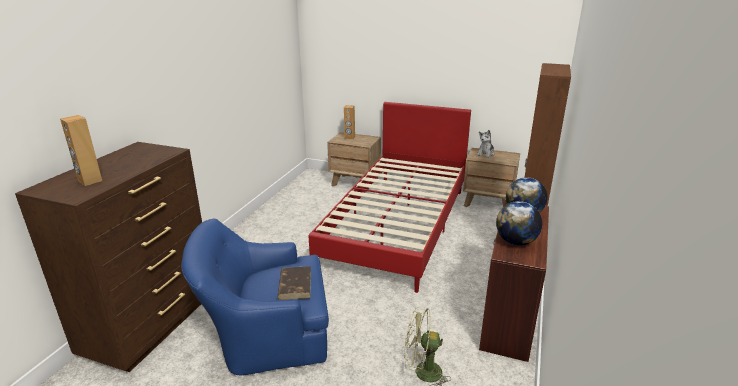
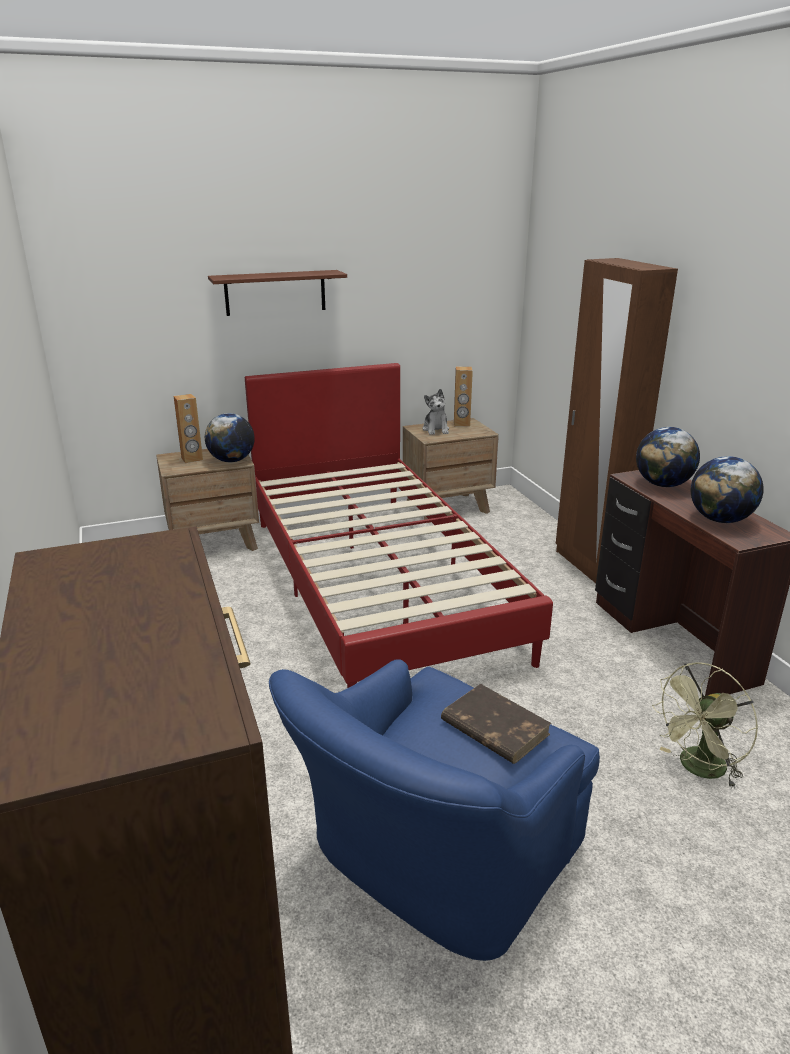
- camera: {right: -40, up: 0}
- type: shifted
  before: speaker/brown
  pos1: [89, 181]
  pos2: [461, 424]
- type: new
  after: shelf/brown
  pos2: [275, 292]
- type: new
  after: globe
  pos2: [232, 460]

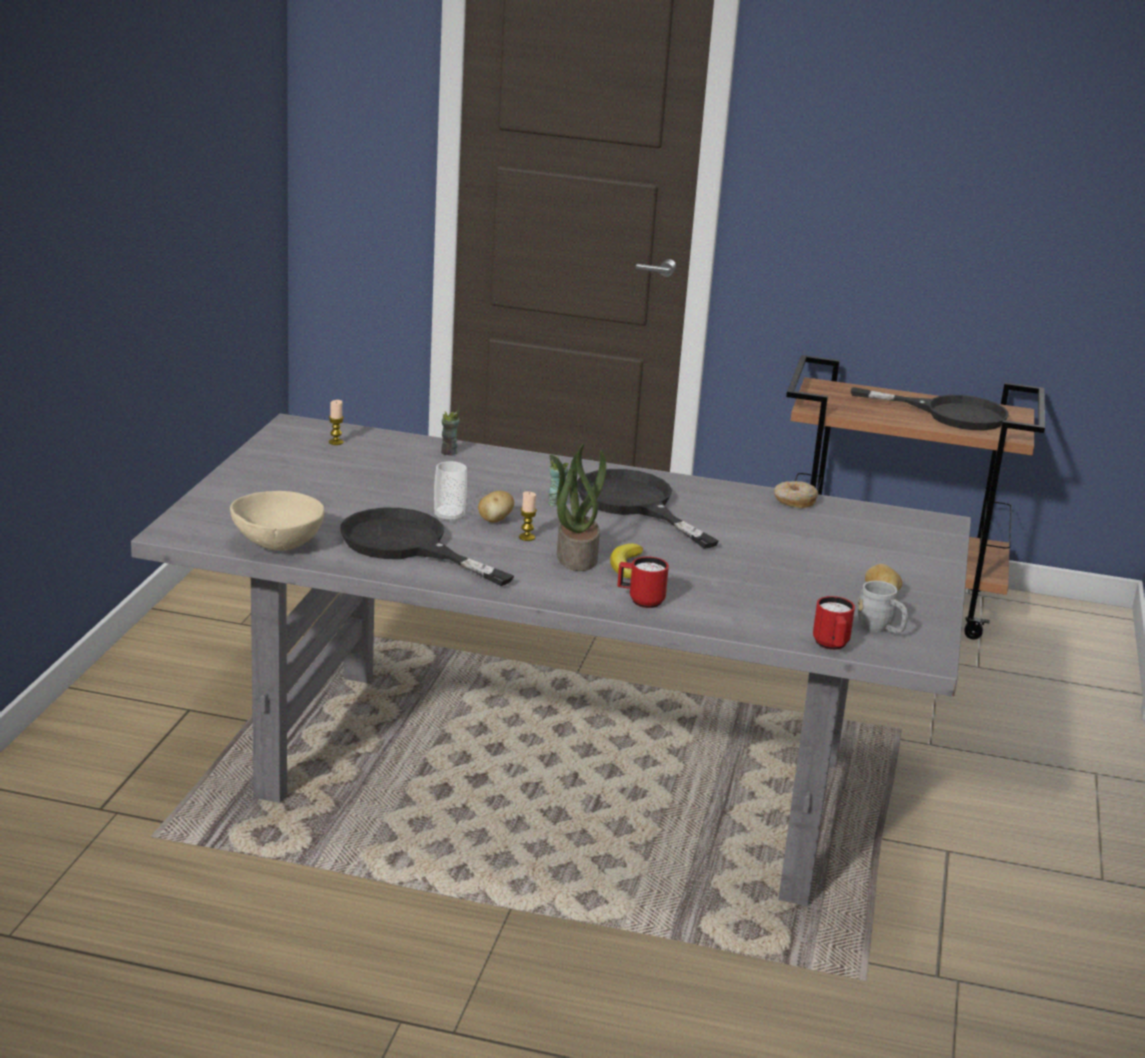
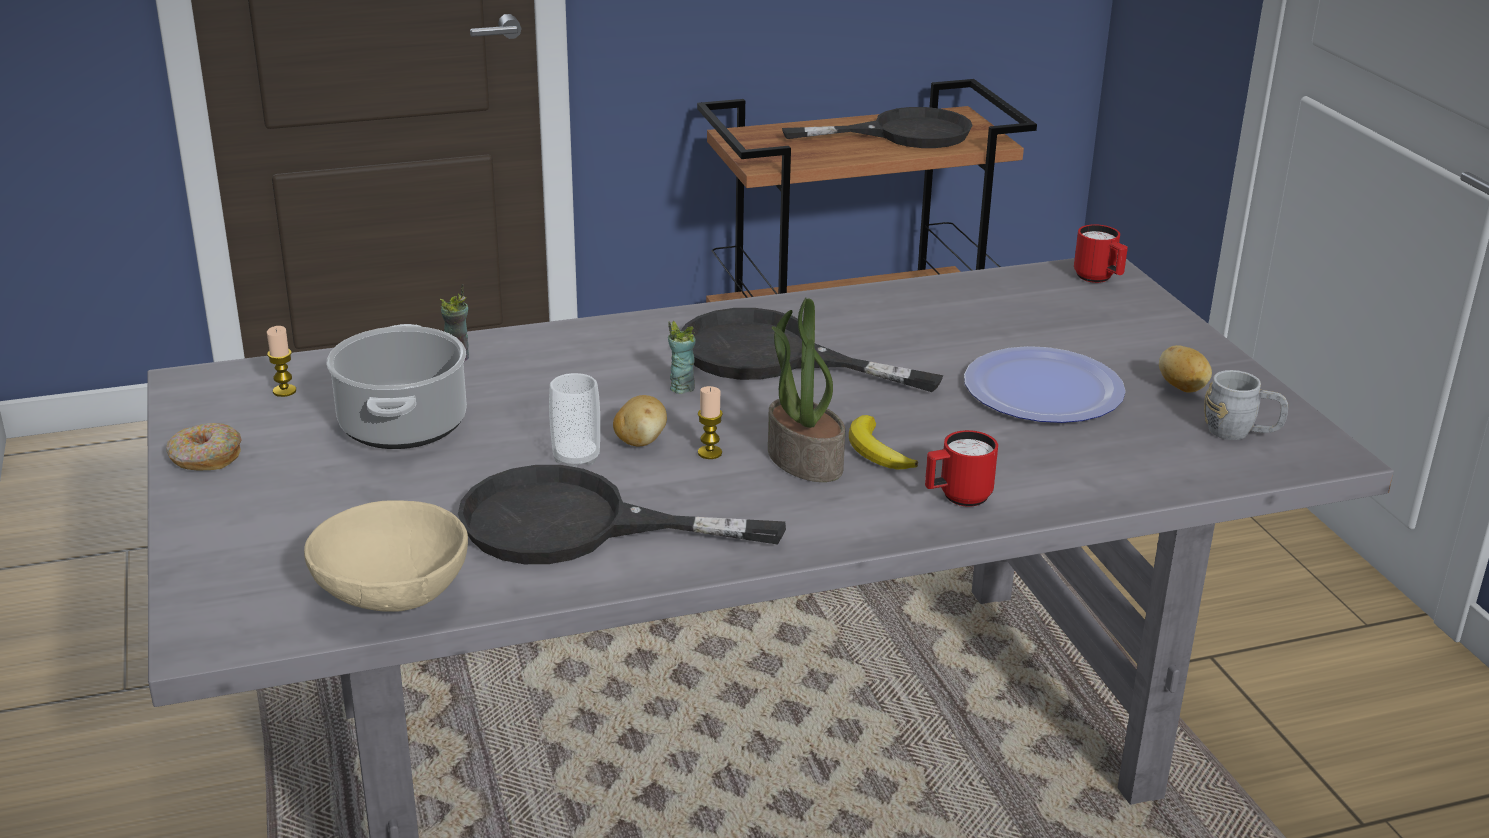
- camera: {right: -30, up: 5}
- type: shifted
  before: donut
  pos1: [794, 501]
  pos2: [205, 458]
- type: shifted
  before: mug/red
  pos1: [831, 646]
  pos2: [1098, 279]
- type: new
  after: cooking pot
  pos2: [404, 425]
- type: new
  after: plate
  pos2: [1043, 389]

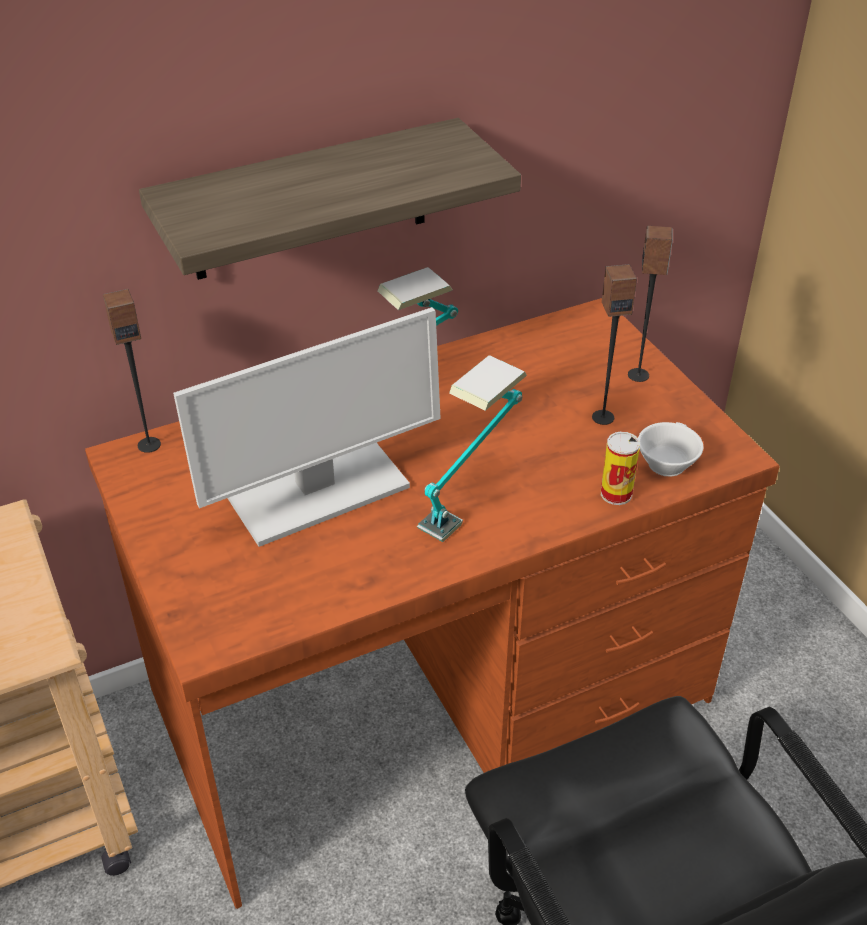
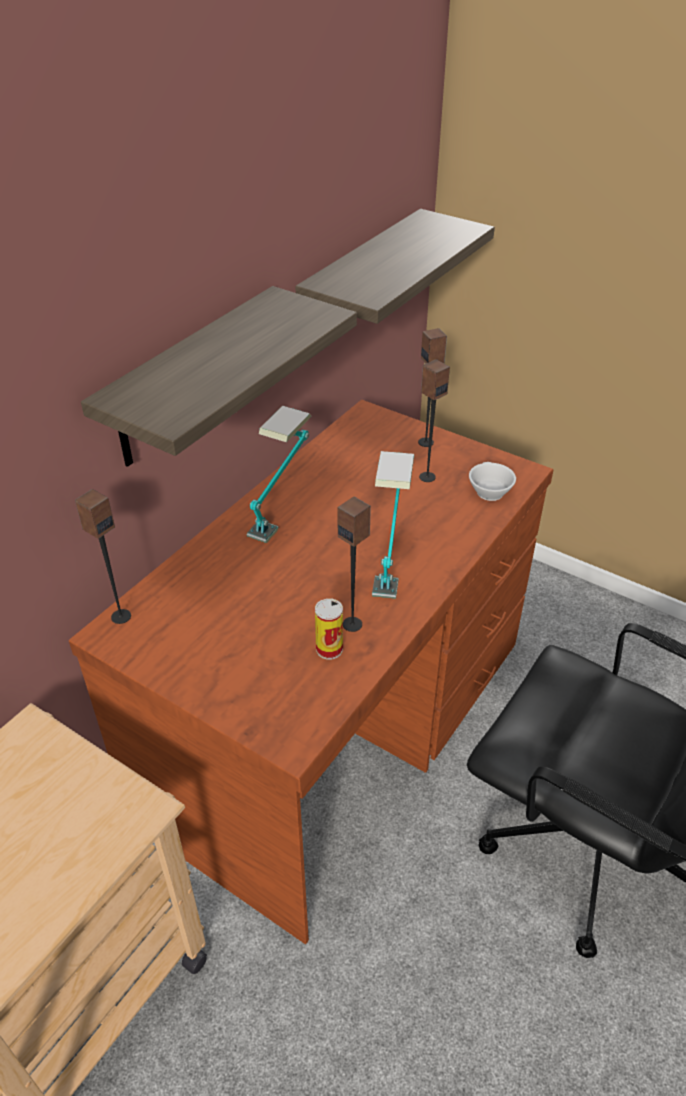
- camera: {right: -30, up: 0}
- type: gone
  before: monitor
  pos1: [317, 493]
- type: shifted
  before: can
  pos1: [616, 494]
  pos2: [329, 649]
- type: new
  after: shelf
  pos2: [362, 279]
- type: new
  after: speaker
  pos2: [352, 624]

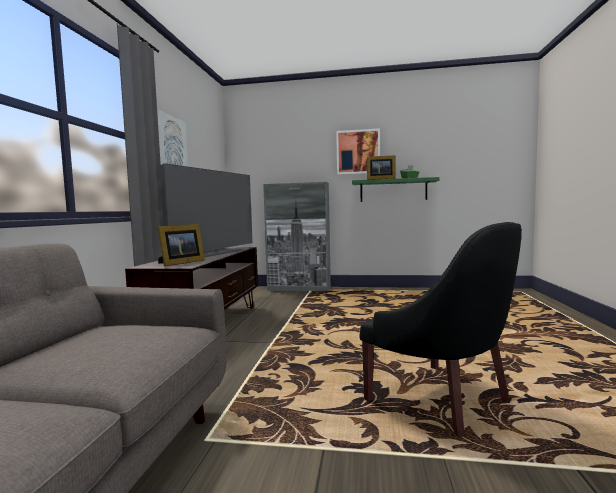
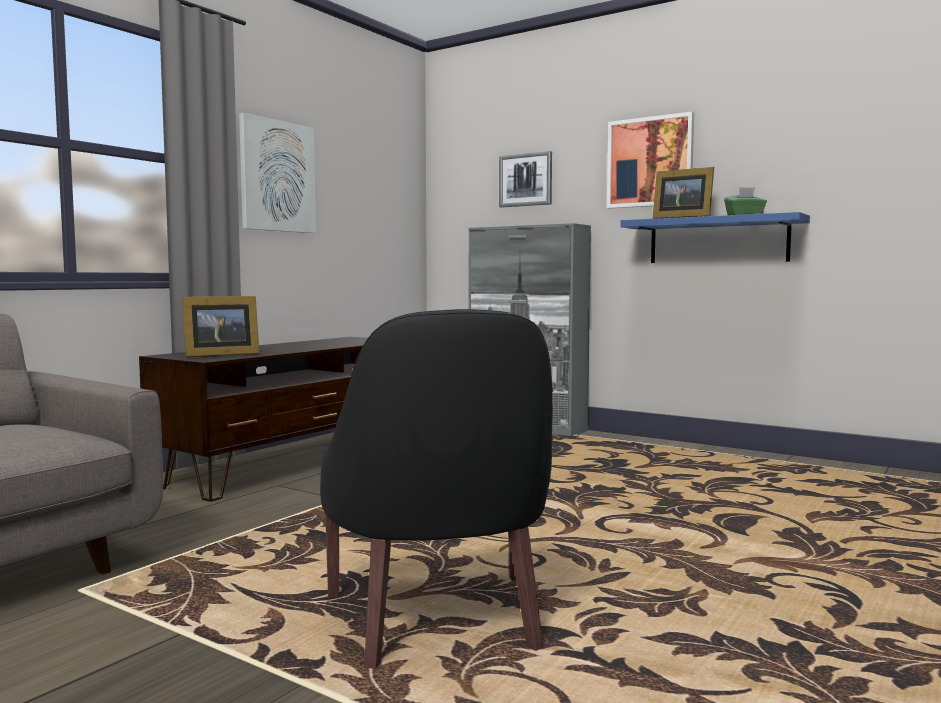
- camera: {right: 25, up: 0}
- type: gone
  before: television
  pos1: [212, 253]
- type: repainted
  before: shelf/green
  after: shelf/blue
  pos1: [393, 190]
  pos2: [717, 240]
- type: new
  after: picture
  pos2: [525, 180]

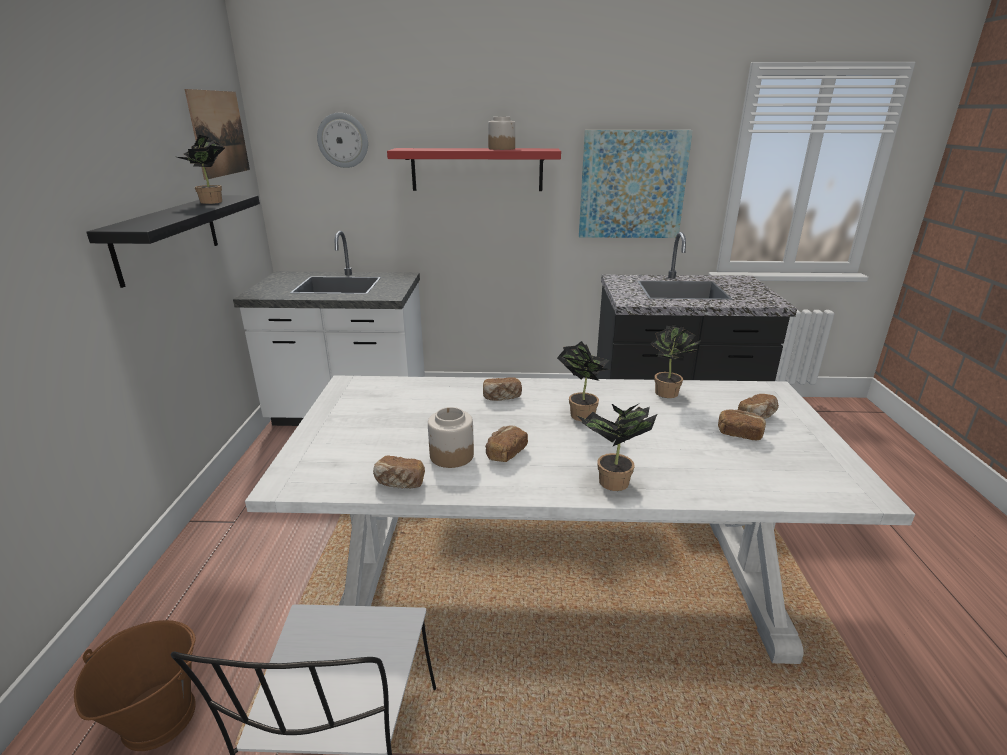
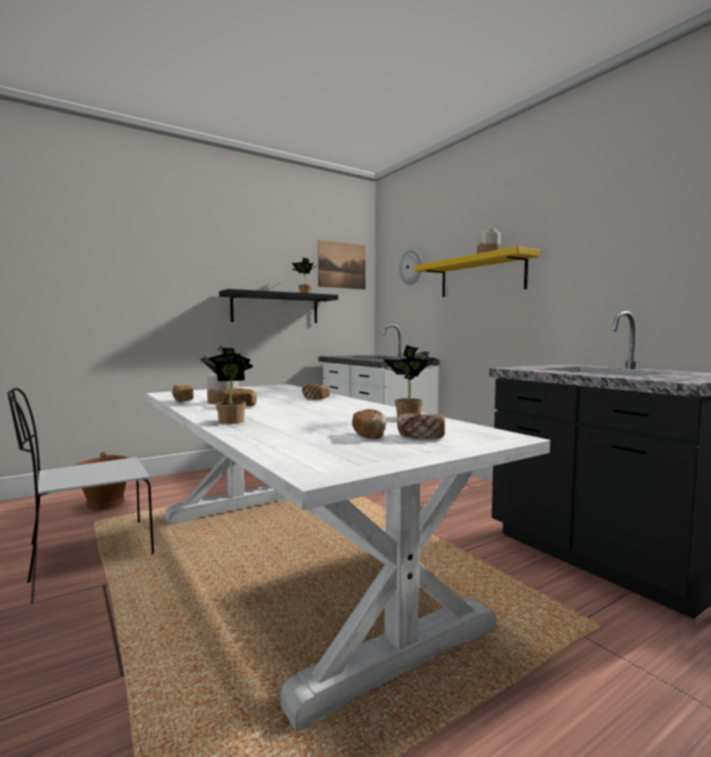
- camera: {right: 55, up: -20}
- type: gone
  before: picture
  pos1: [632, 185]
- type: repainted
  before: shelf/red
  after: shelf/yellow
  pos1: [477, 169]
  pos2: [481, 276]
- type: gone
  before: potted plant
  pos1: [580, 413]

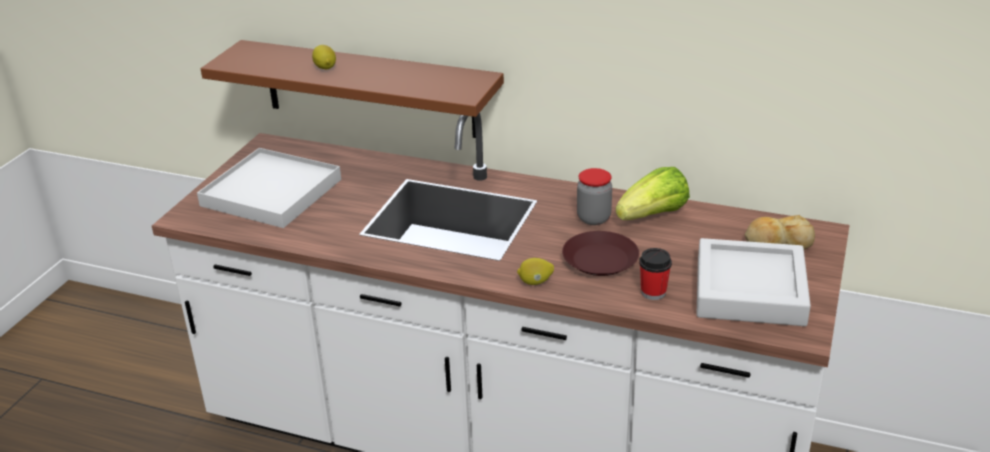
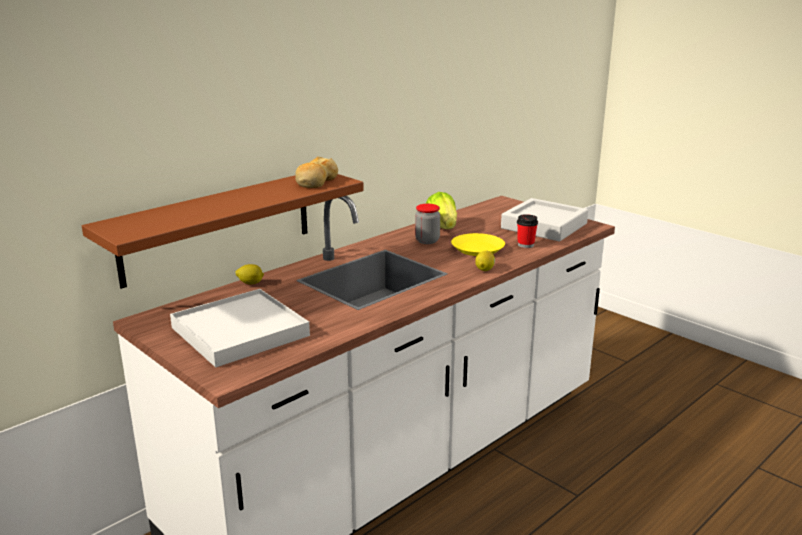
- camera: {right: -65, up: -10}
- type: shifted
  before: lemon
  pos1: [325, 67]
  pos2: [250, 283]
- type: shifted
  before: bread
  pos1: [777, 243]
  pos2: [316, 181]
- type: repainted
  before: plate/brown
  after: plate/yellow
  pos1: [601, 260]
  pos2: [477, 249]

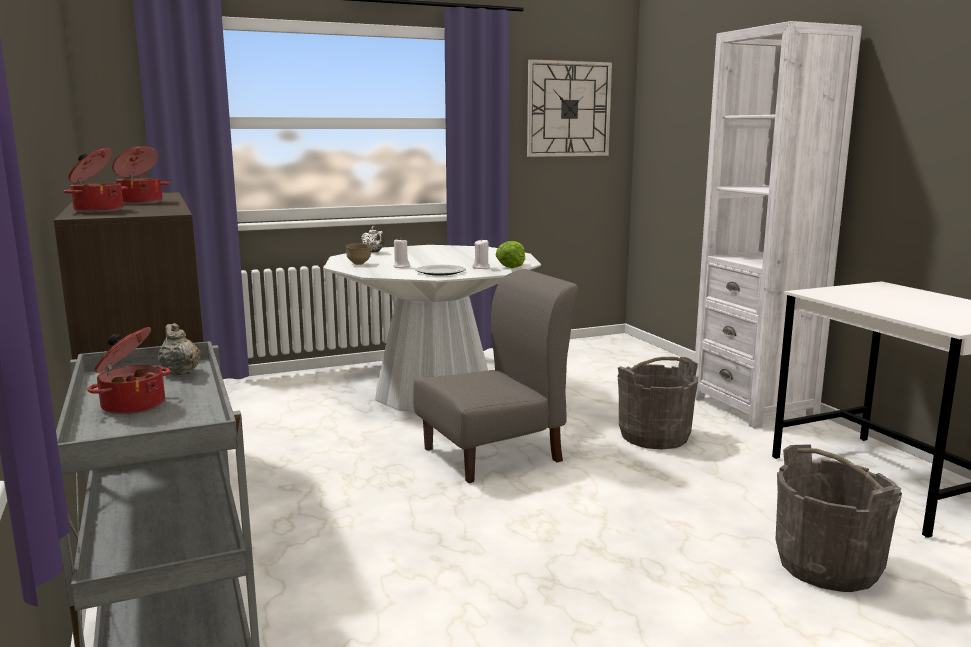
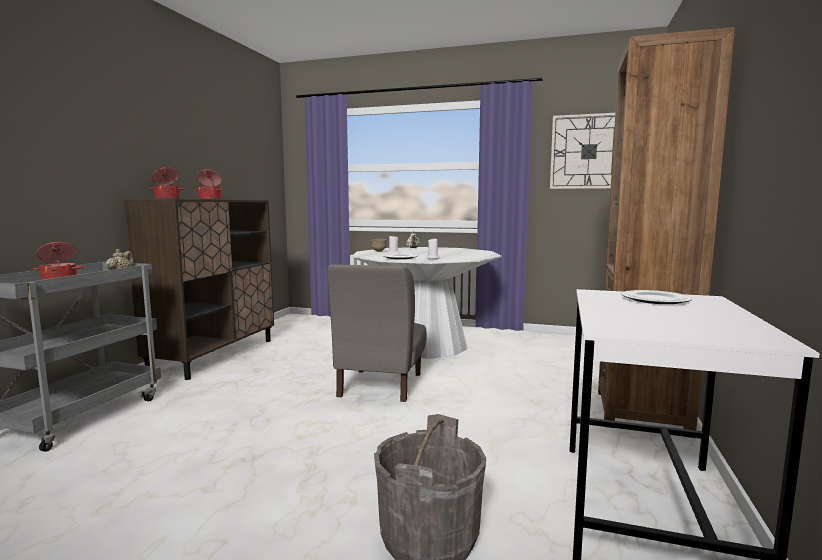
- camera: {right: 40, up: -5}
- type: repainted
  before: bookcase/white
  after: bookcase/brown
  pos1: [753, 407]
  pos2: [641, 412]
- type: gone
  before: lettuce
  pos1: [511, 266]
- type: rotated
  before: chair/grey
  pos1: [493, 454]
  pos2: [380, 385]
  turn: 90
- type: gone
  before: bucket/grey
  pos1: [654, 436]
- type: new
  after: plate
  pos2: [655, 300]

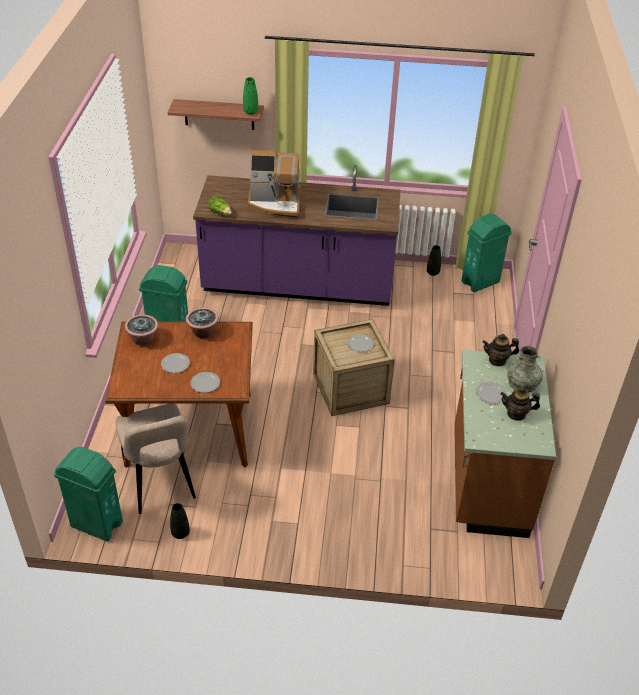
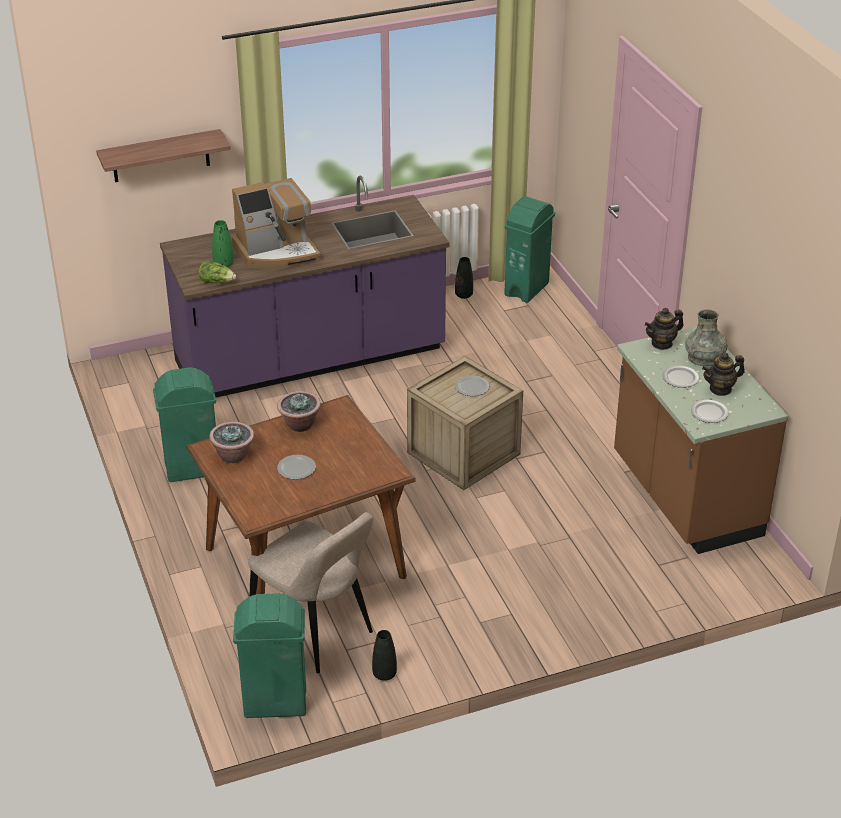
- camera: {right: -25, up: -5}
- type: shifted
  before: vase/green
  pos1: [250, 112]
  pos2: [223, 264]
- type: shifted
  before: plate
  pos1: [204, 383]
  pos2: [708, 413]

